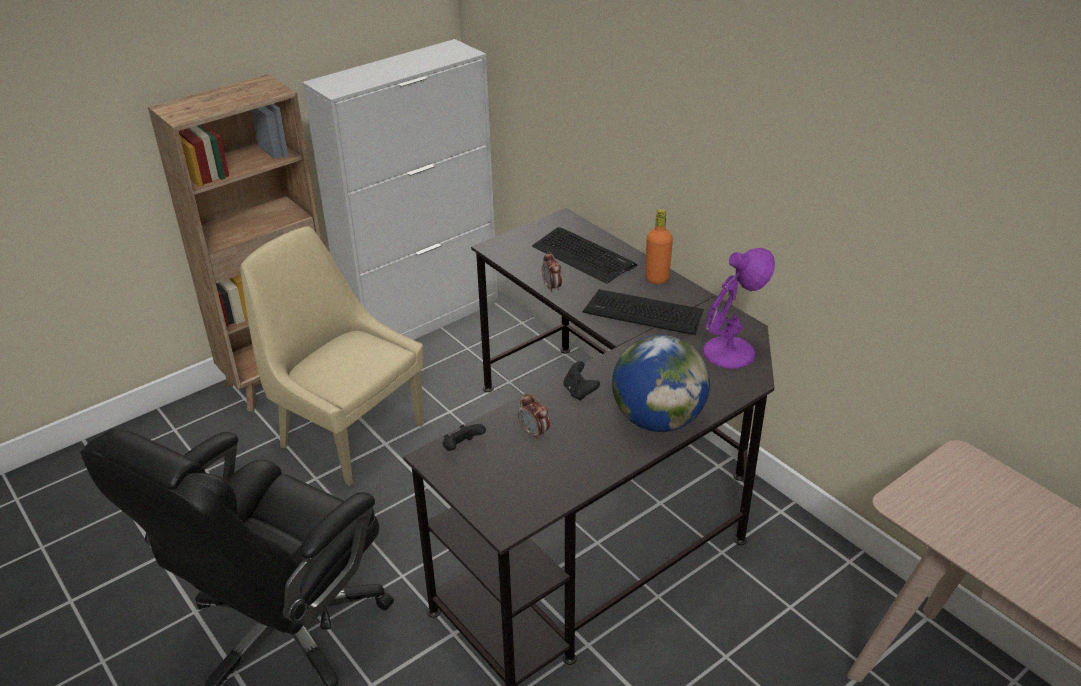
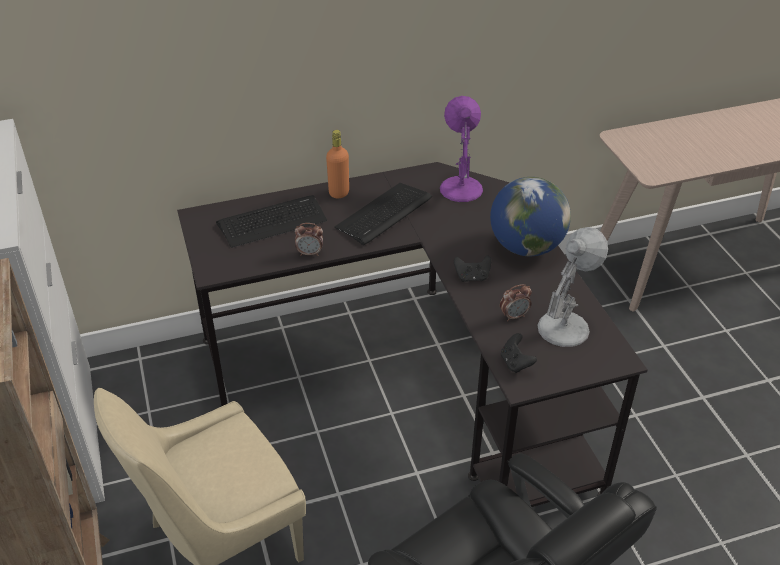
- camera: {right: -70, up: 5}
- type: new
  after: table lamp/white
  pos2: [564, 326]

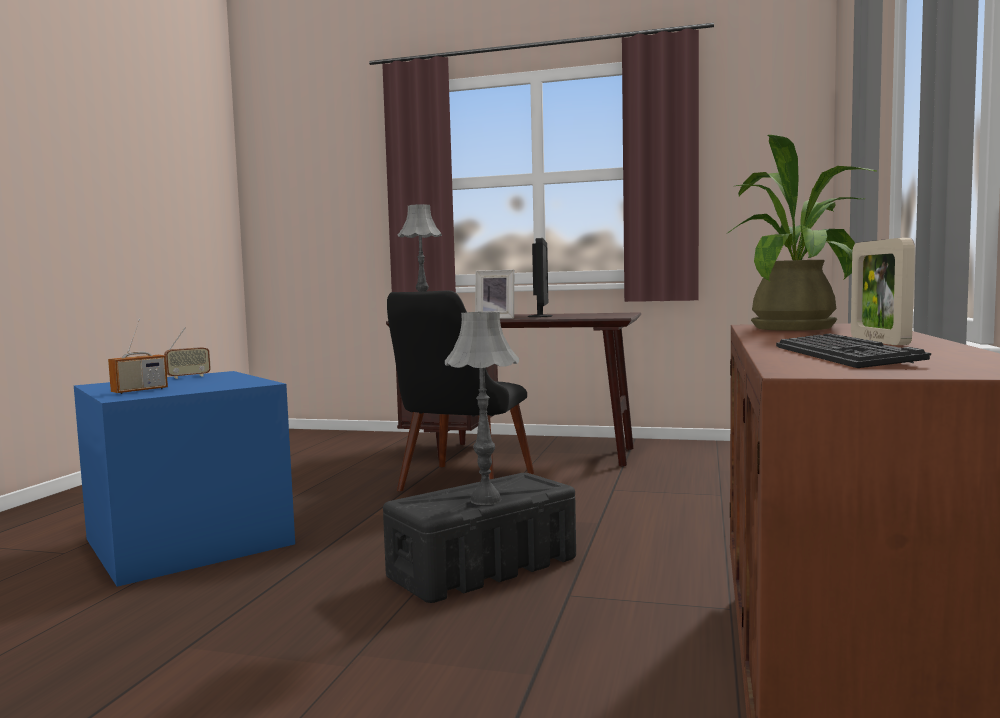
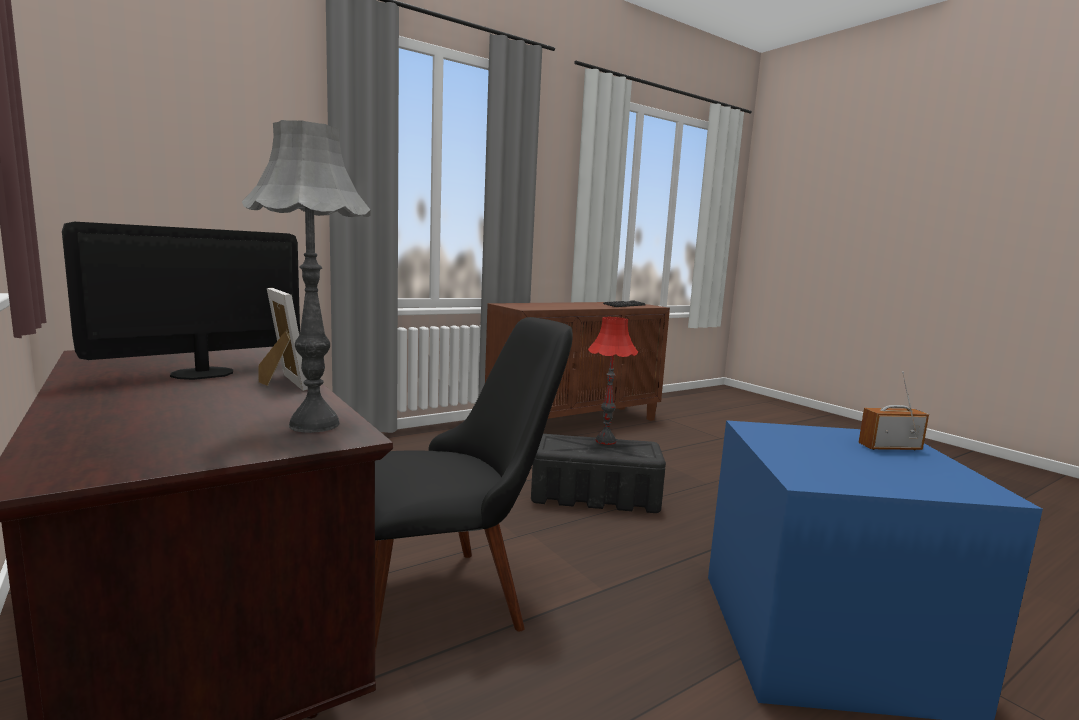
- camera: {right: -140, up: 5}
- type: gone
  before: potted plant
  pos1: [800, 327]
- type: gone
  before: picture frame
  pos1: [879, 341]
- type: repainted
  before: table lamp/grey
  after: table lamp/red
  pos1: [485, 500]
  pos2: [605, 441]
- type: gone
  before: radio
  pos1: [188, 377]

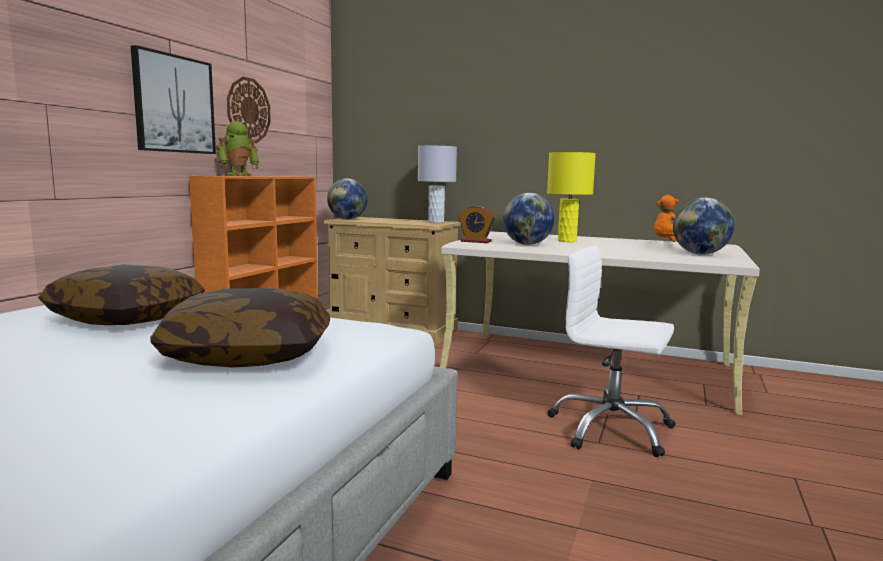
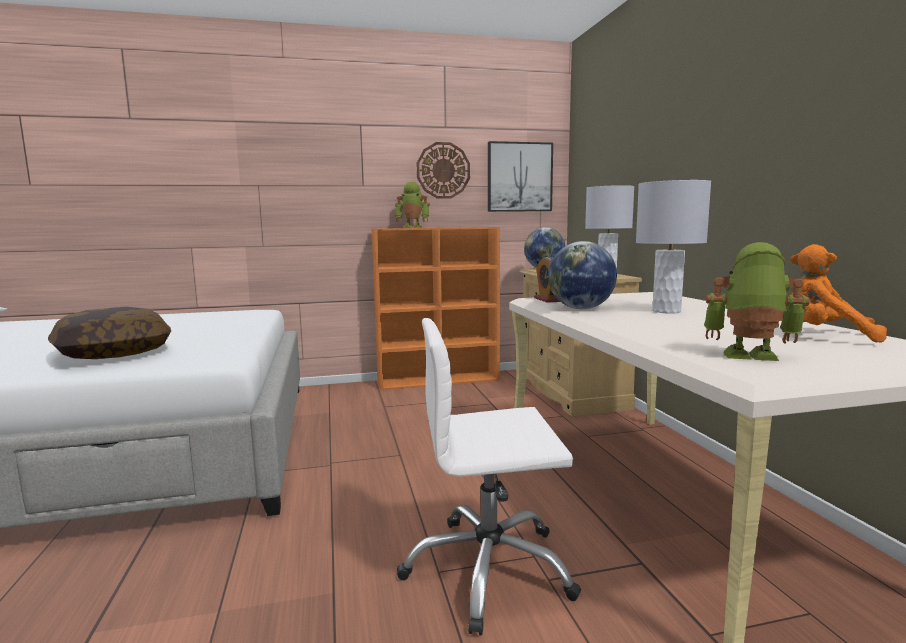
- camera: {right: 55, up: 0}
- type: shifted
  before: picture
  pos1: [174, 104]
  pos2: [519, 177]
- type: repainted
  before: table lamp/yellow
  after: table lamp/grey
  pos1: [567, 241]
  pos2: [667, 311]
- type: swapped
  before: globe
  after: toy robot
  pos1: [700, 254]
  pos2: [749, 356]
- type: rotated
  before: office chair/white
  pos1: [610, 429]
  pos2: [488, 570]
  turn: -90
- type: gone
  before: pillow
  pos1: [126, 318]

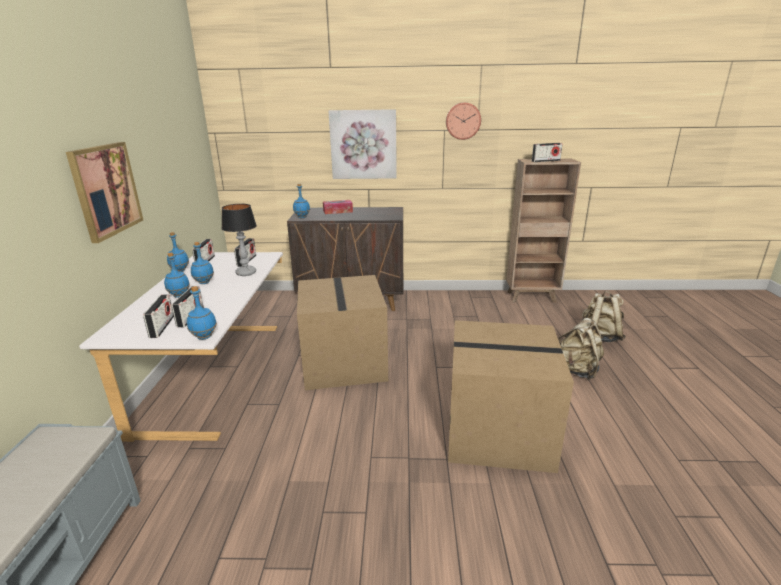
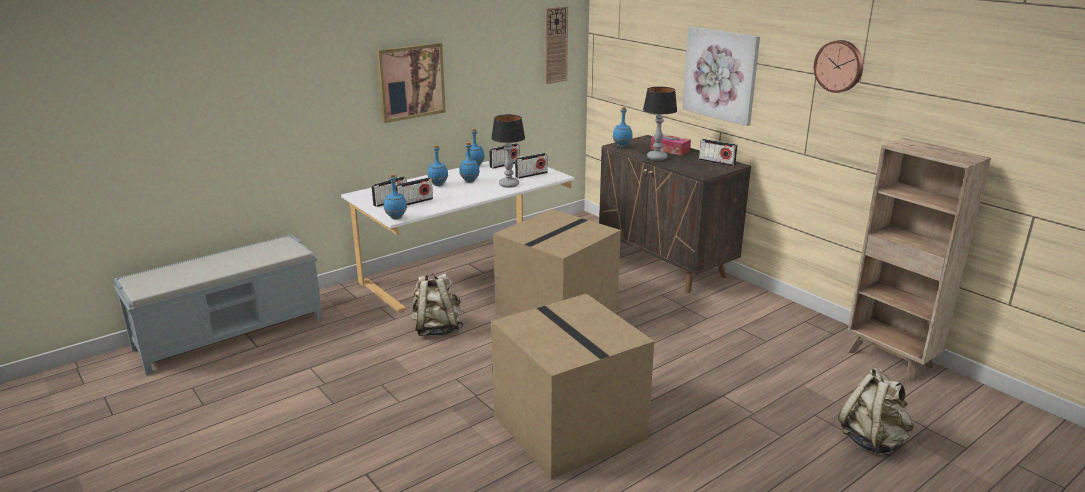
- camera: {right: 50, up: 0}
- type: shifted
  before: radio
  pos1: [545, 161]
  pos2: [717, 162]
- type: shifted
  before: backpack/beige
  pos1: [576, 370]
  pos2: [437, 329]
- type: new
  after: wall clock
  pos2: [555, 45]
- type: new
  after: table lamp
  pos2: [657, 158]

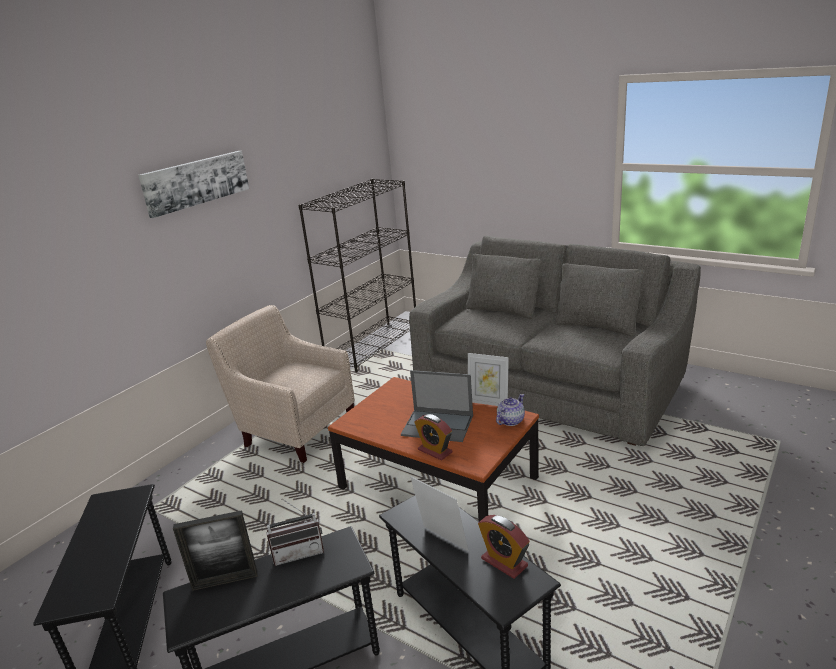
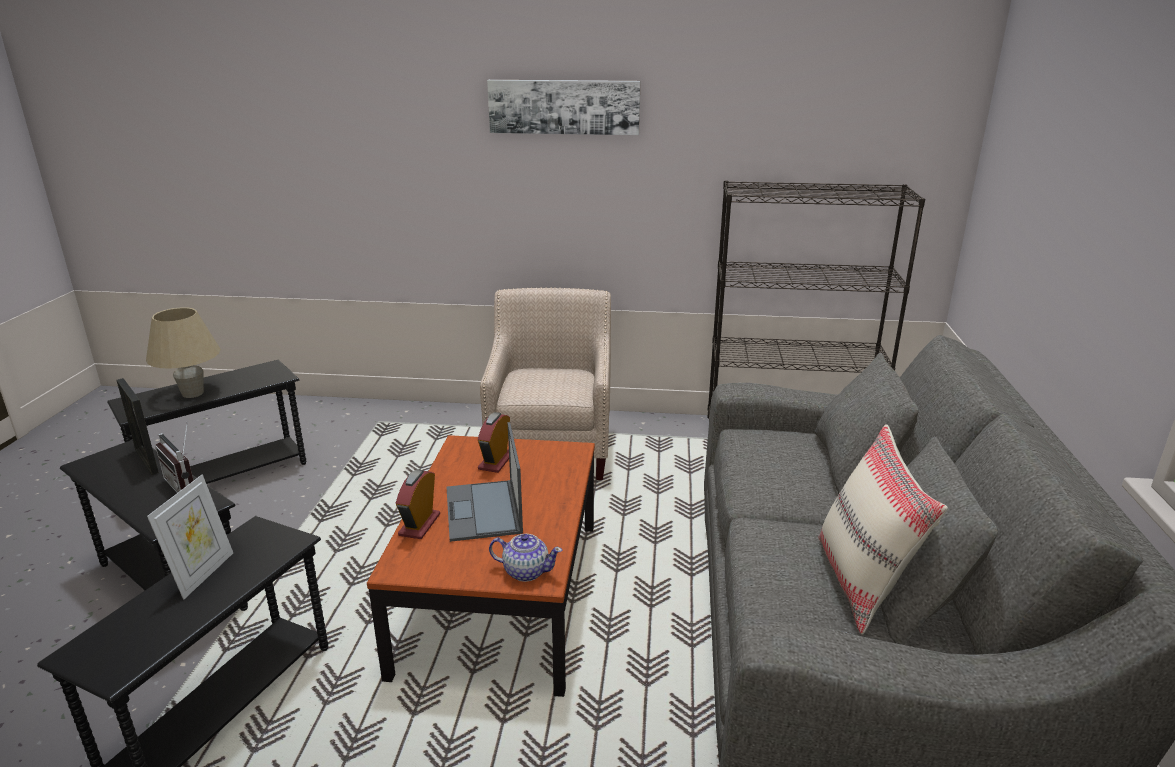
- camera: {right: 60, up: 0}
- type: gone
  before: picture frame
  pos1: [488, 402]
- type: shifted
  before: alarm clock
  pos1: [504, 562]
  pos2: [496, 461]
- type: new
  after: table lamp/beige
  pos2: [193, 393]
- type: new
  after: pillow/beige
  pos2: [863, 582]

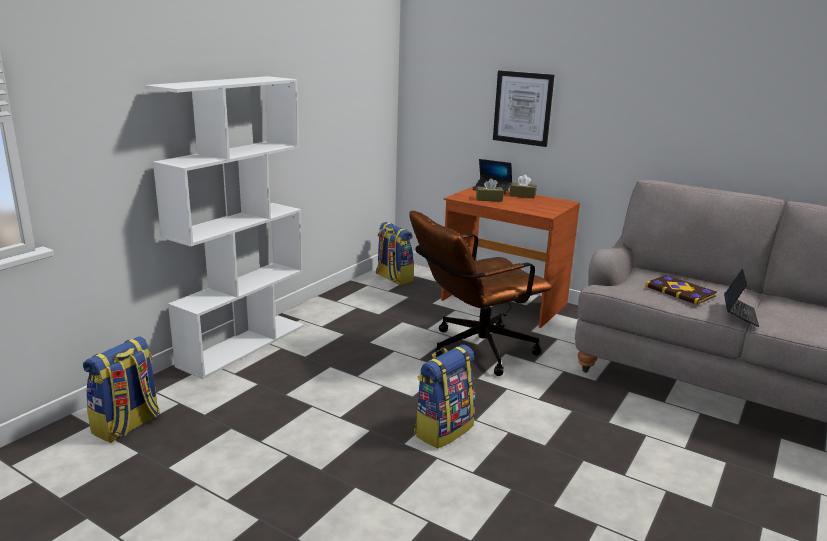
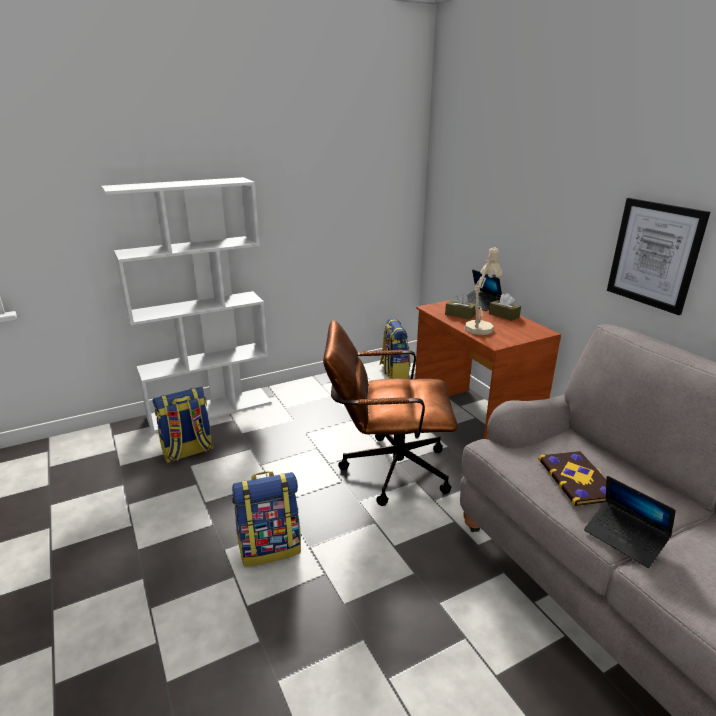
- camera: {right: 30, up: 5}
- type: shifted
  before: picture
  pos1: [523, 108]
  pos2: [654, 254]
- type: rotated
  before: laptop
  pos1: [739, 314]
  pos2: [625, 538]
  turn: 90
- type: shifted
  before: backpack
  pos1: [127, 425]
  pos2: [187, 452]
- type: new
  after: table lamp/beige
  pos2: [480, 327]

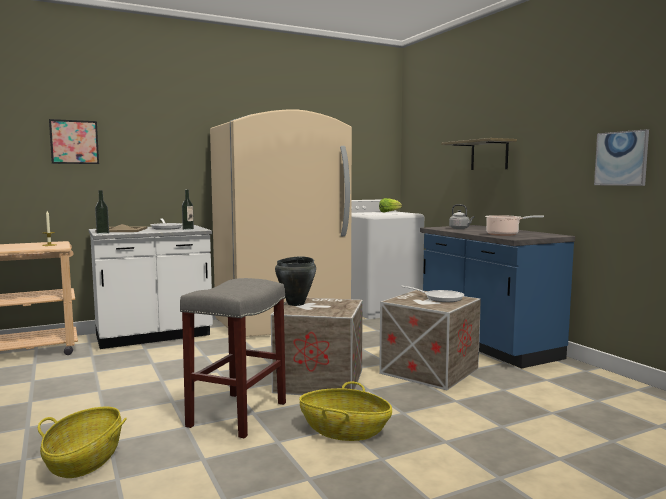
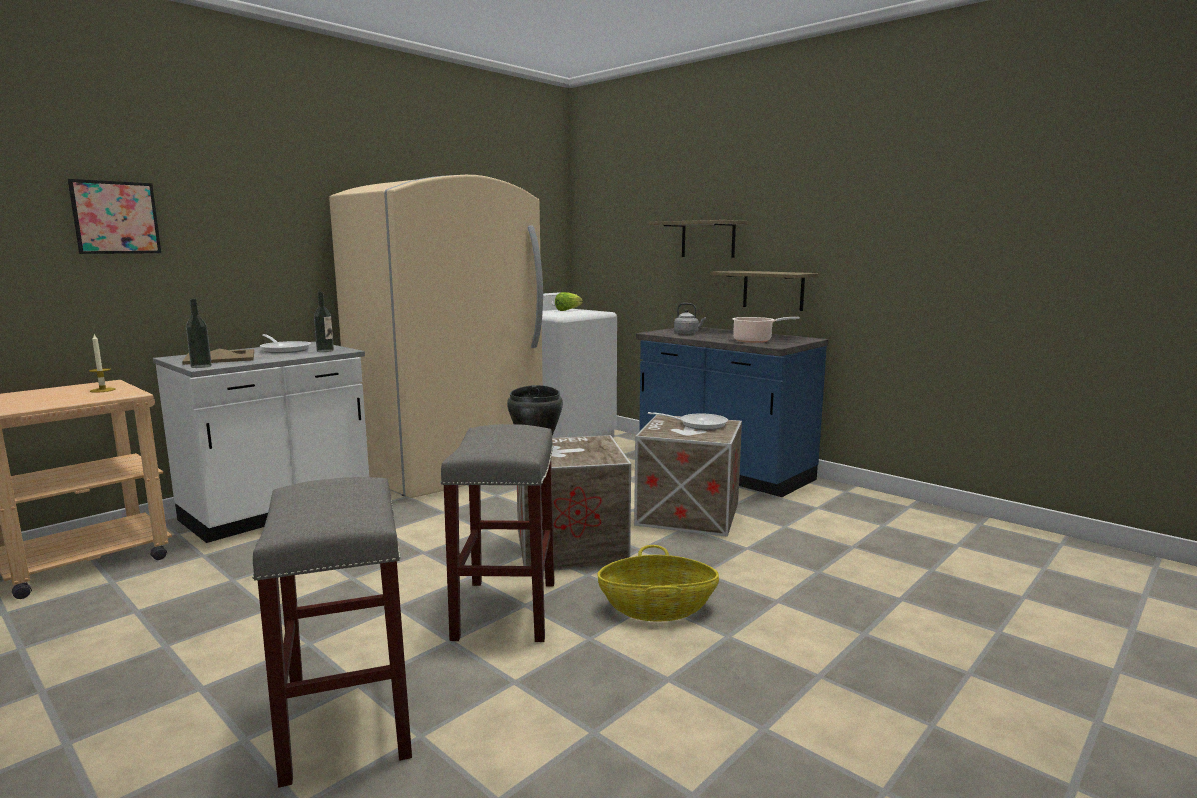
- camera: {right: -20, up: 5}
- type: gone
  before: picture
  pos1: [621, 158]
- type: swapped
  before: basket
  after: stool/grey
  pos1: [85, 460]
  pos2: [346, 719]
- type: new
  after: shelf
  pos2: [773, 290]

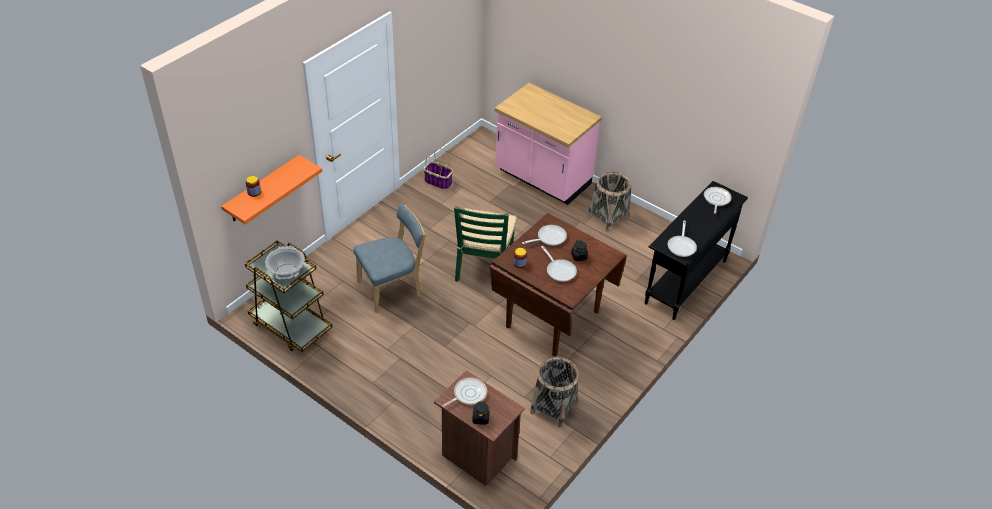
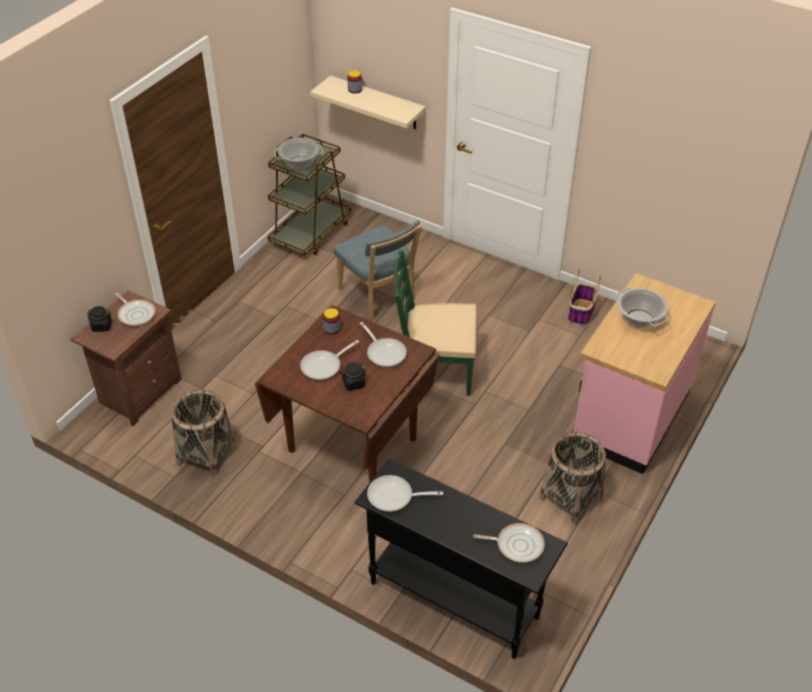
- camera: {right: 85, up: 0}
- type: repainted
  before: shelf/orange
  after: shelf/beige
  pos1: [262, 189]
  pos2: [377, 103]
- type: new
  after: cooking pot
  pos2: [639, 319]

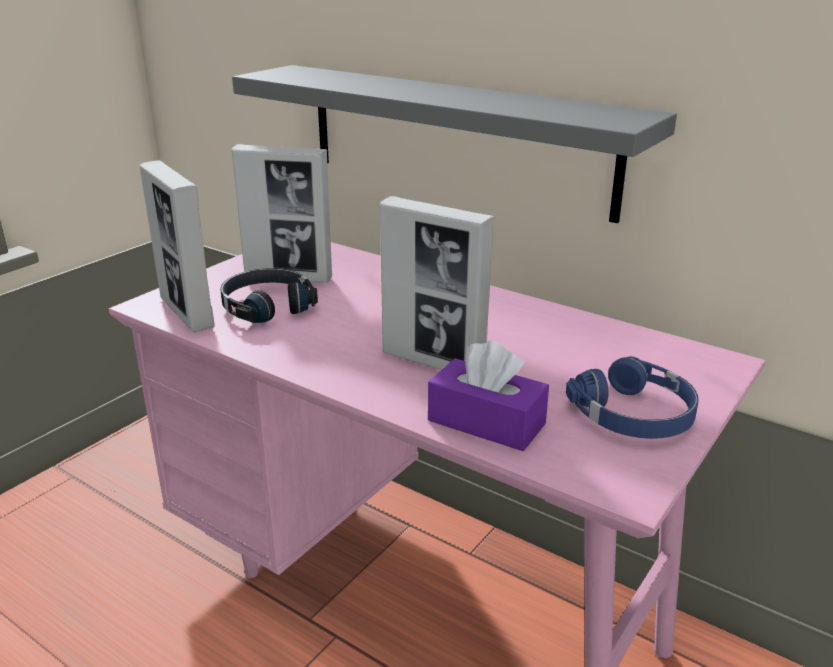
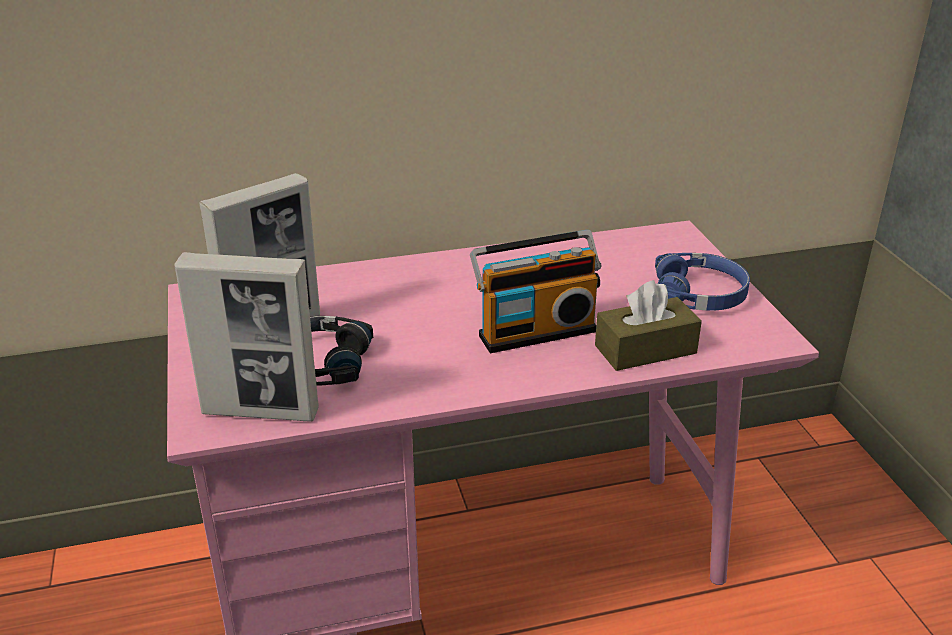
- camera: {right: -50, up: 5}
- type: gone
  before: shelf/grey
  pos1: [455, 138]
- type: swapped
  before: picture frame
  after: radio
  pos1: [433, 362]
  pos2: [535, 331]
- type: repainted
  before: tissue box/purple
  after: tissue box/brown
  pos1: [486, 422]
  pos2: [645, 349]

